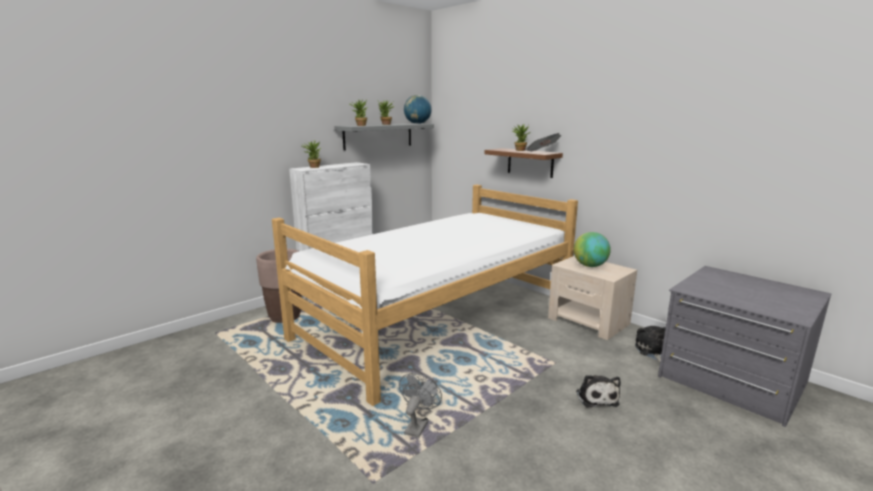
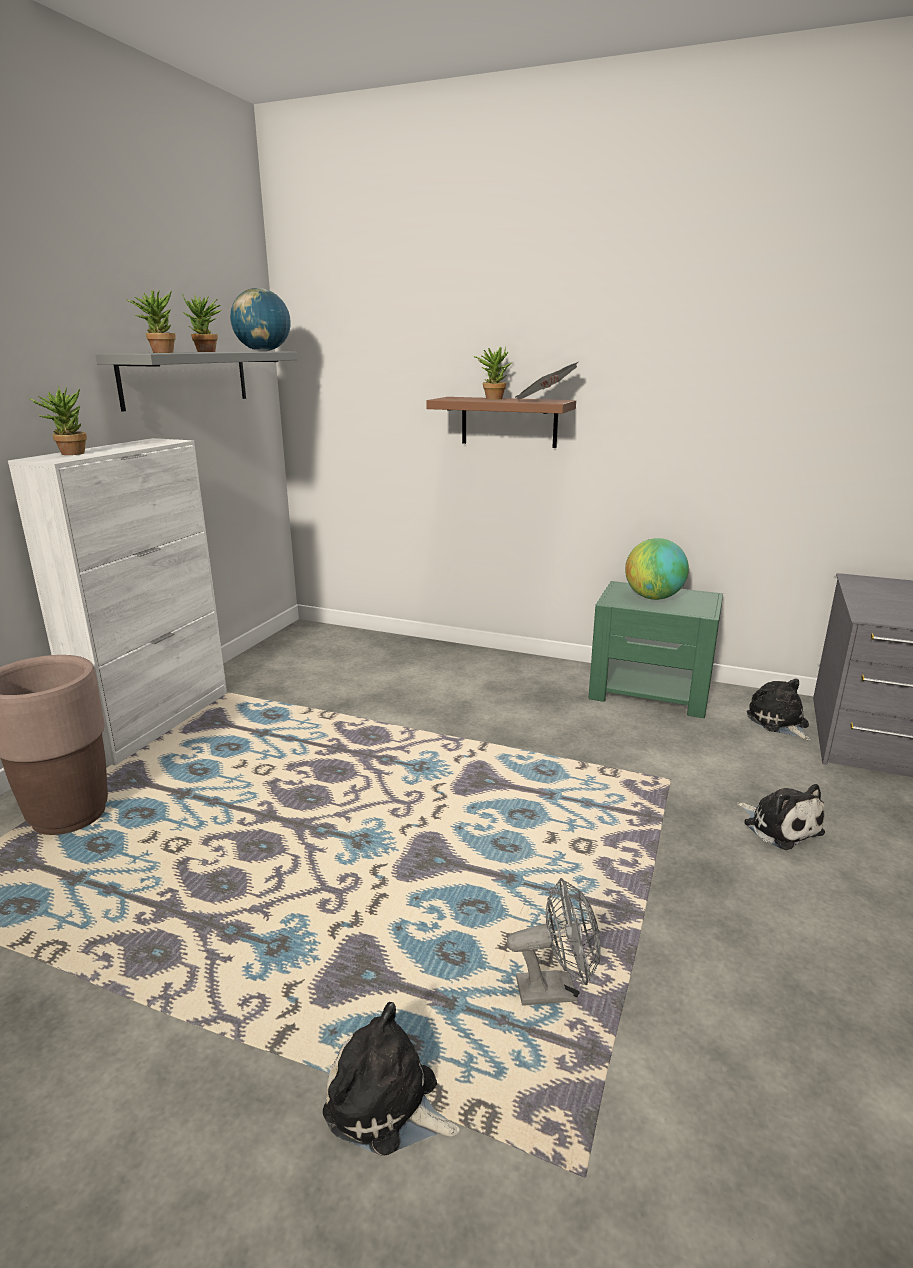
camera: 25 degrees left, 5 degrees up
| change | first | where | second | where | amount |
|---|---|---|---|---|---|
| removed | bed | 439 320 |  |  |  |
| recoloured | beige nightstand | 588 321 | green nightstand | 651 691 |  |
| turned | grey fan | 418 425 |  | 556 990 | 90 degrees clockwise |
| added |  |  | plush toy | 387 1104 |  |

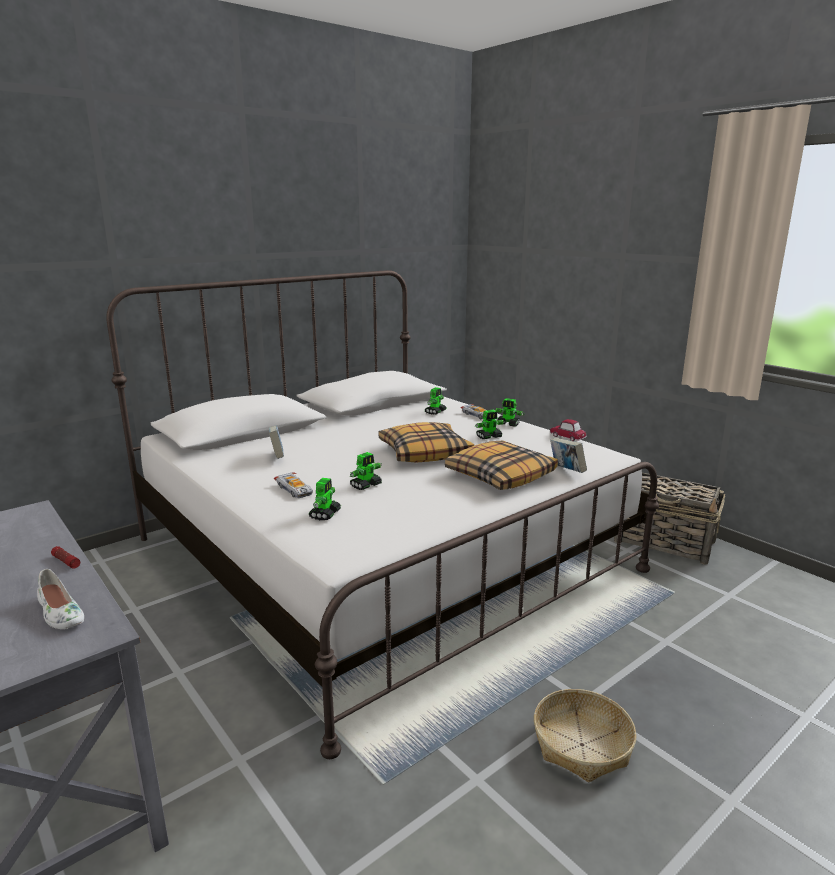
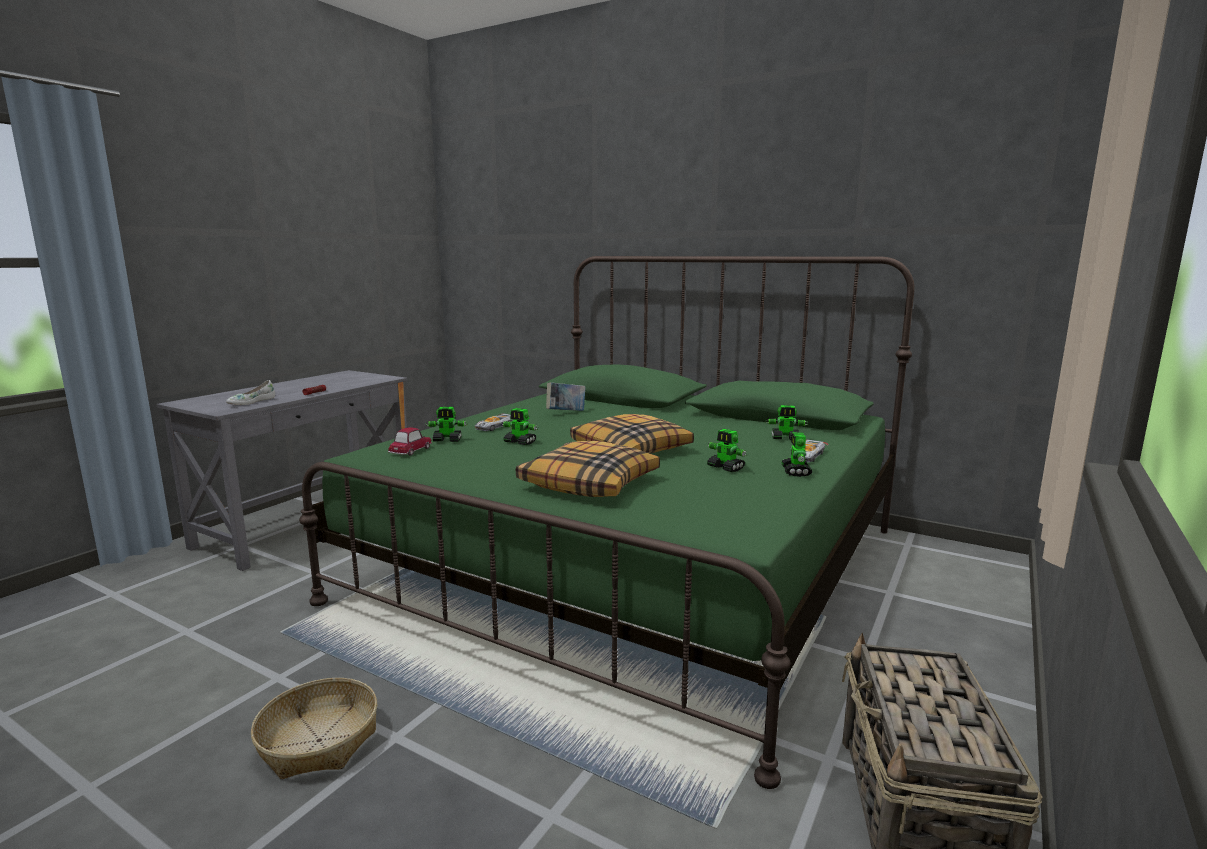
camera: 70 degrees right, 5 degrees down
| change | first | where | second | where | amount |
|---|---|---|---|---|---|
| recoloured | white bed | 381 554 | green bed | 633 563 |  |
| moved | toy car | 567 437 |  | 411 450 |  |
| removed | book | 566 471 |  |  |  |

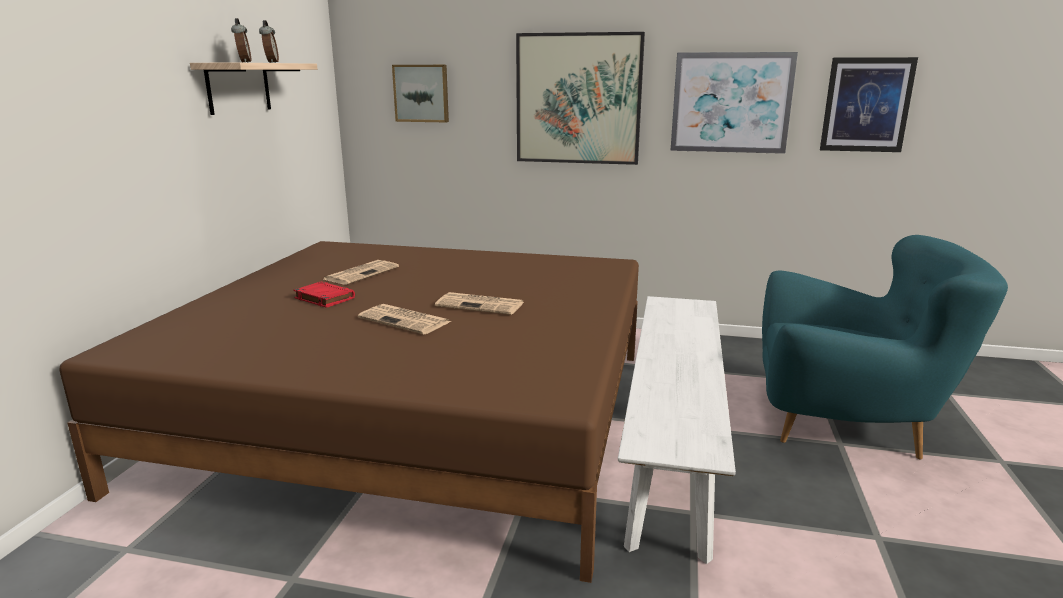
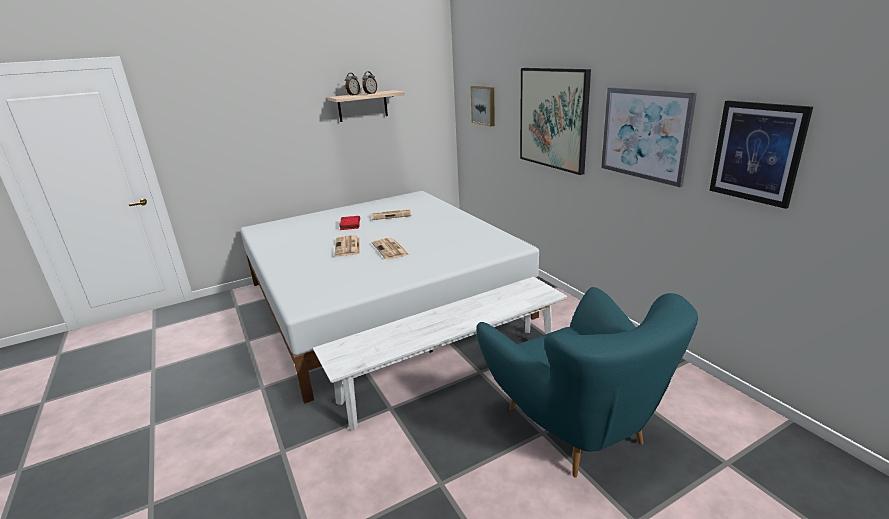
camera: 50 degrees right, 5 degrees up
| change | first | where | second | where | amount |
|---|---|---|---|---|---|
| recoloured | brown bed | 417 413 | white bed | 383 299 |  |

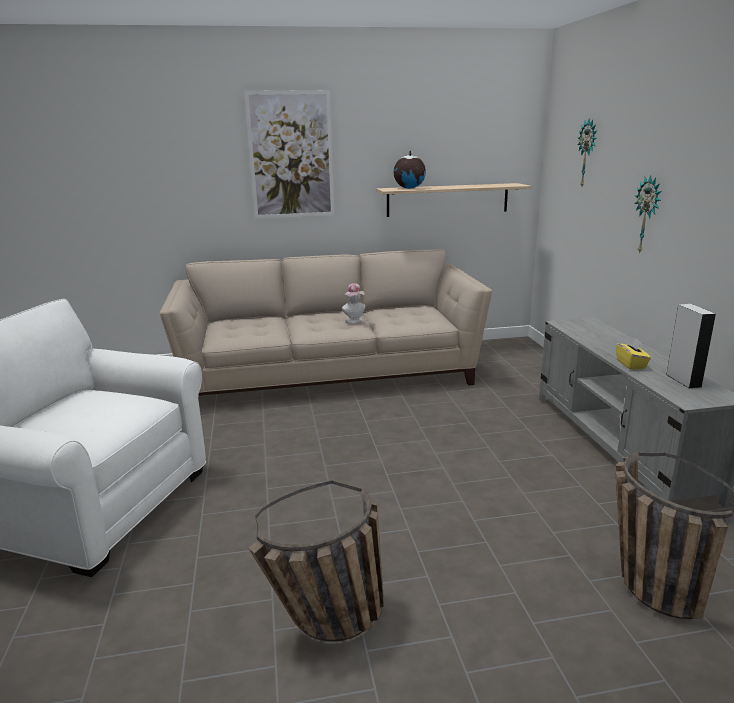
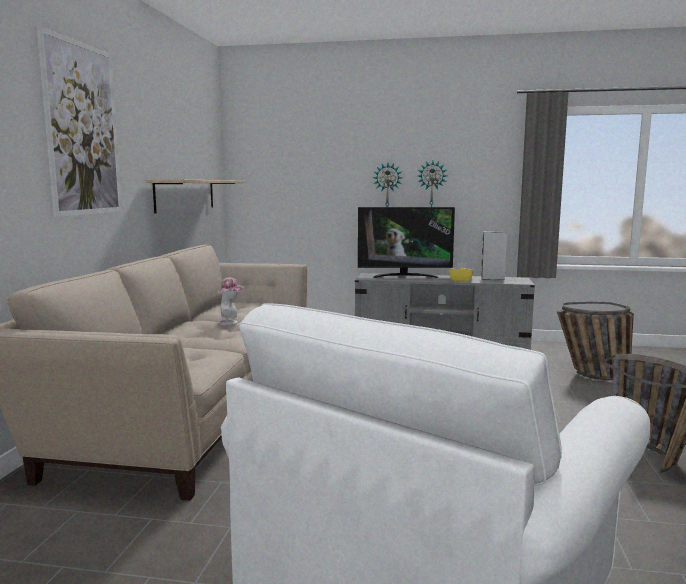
camera: 70 degrees left, 10 degrees down
| change | first | where | second | where | amount |
|---|---|---|---|---|---|
| moved | wall clock | 588 153 |  | 432 188 |  |
| removed | globe | 409 188 |  |  |  |
| added |  |  | television | 404 276 |  |

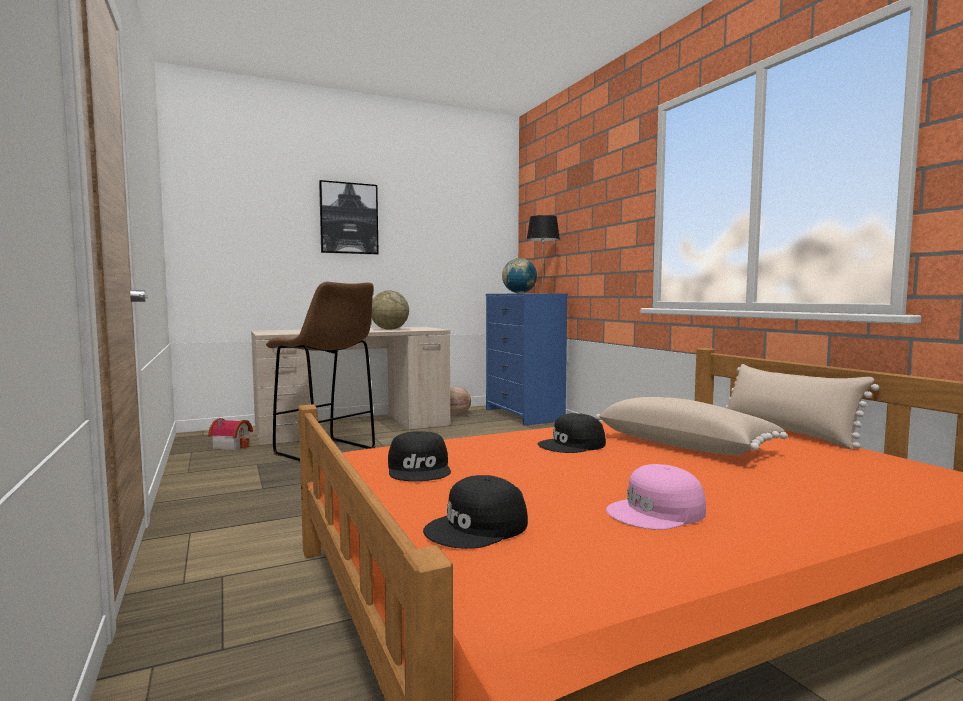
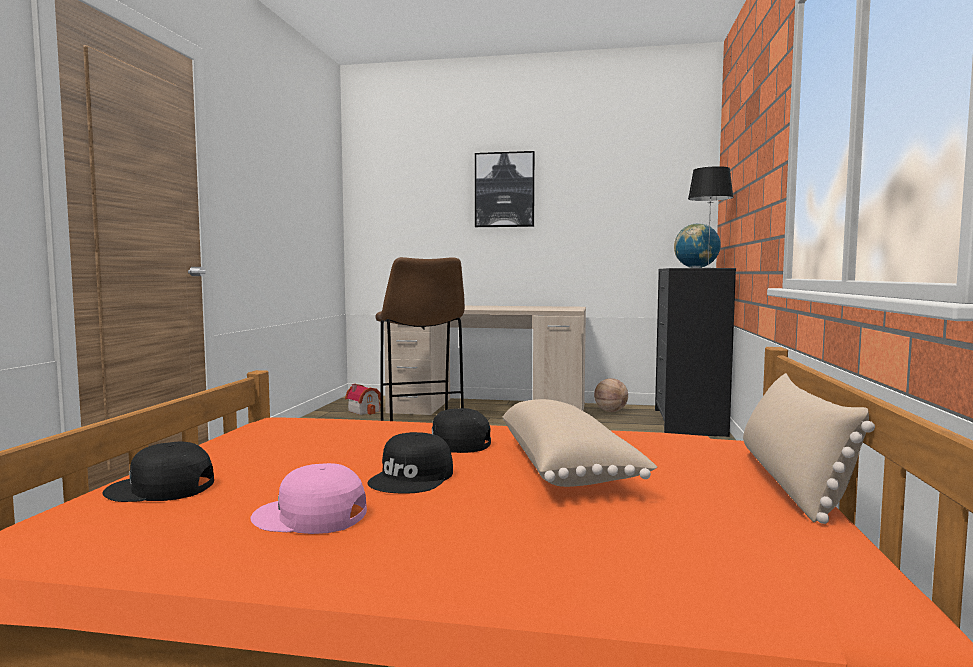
camera: 35 degrees right, 0 degrees up
| change | first | where | second | where | amount |
|---|---|---|---|---|---|
| removed | globe | 389 329 |  |  |  |
| recoloured | blue dresser | 523 415 | black dresser | 688 422 |  |
| moved | black cap | 420 469 |  | 413 478 |  |

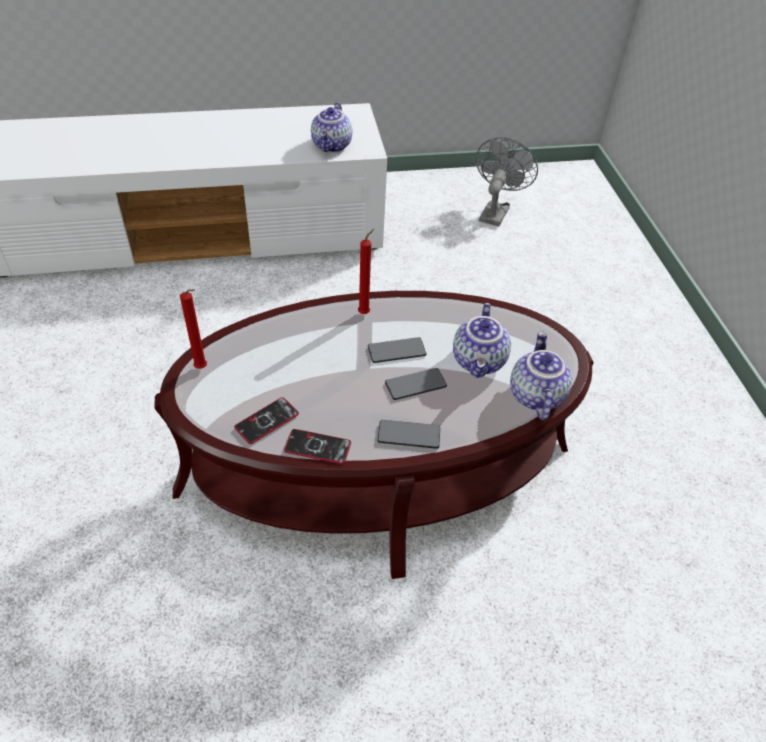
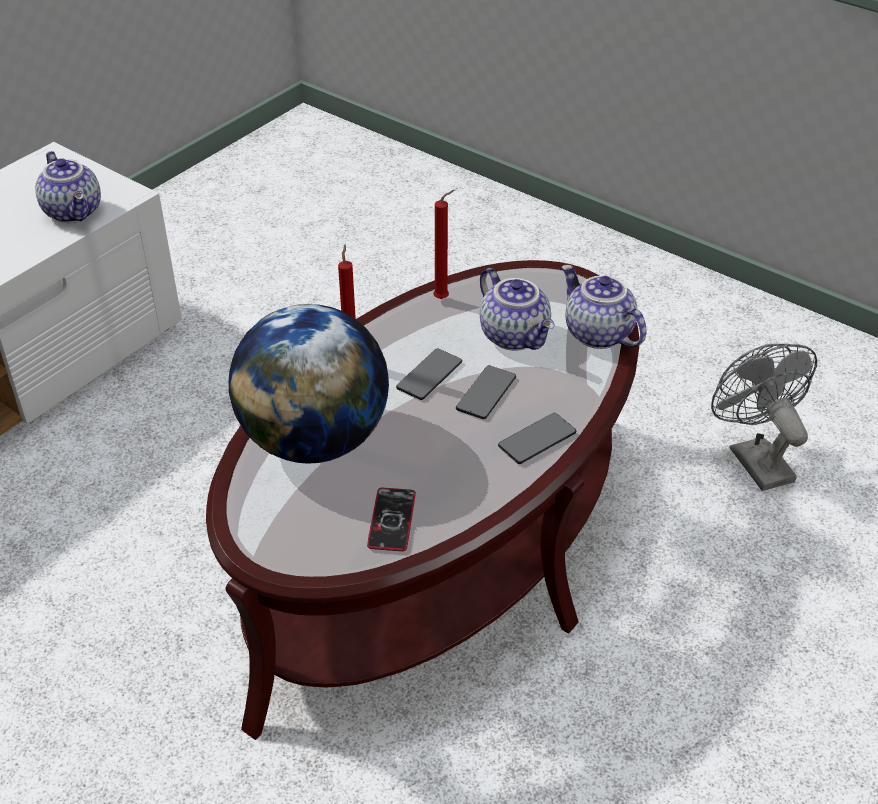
camera: 40 degrees left, 5 degrees down
| change | first | where | second | where | amount |
|---|---|---|---|---|---|
| moved | grey fan | 495 211 |  | 754 458 |  |
| moved | red candle | 203 368 |  | 443 298 |  |
| removed | phone | 317 447 |  |  |  |
| added |  |  | globe | 315 440 |  |

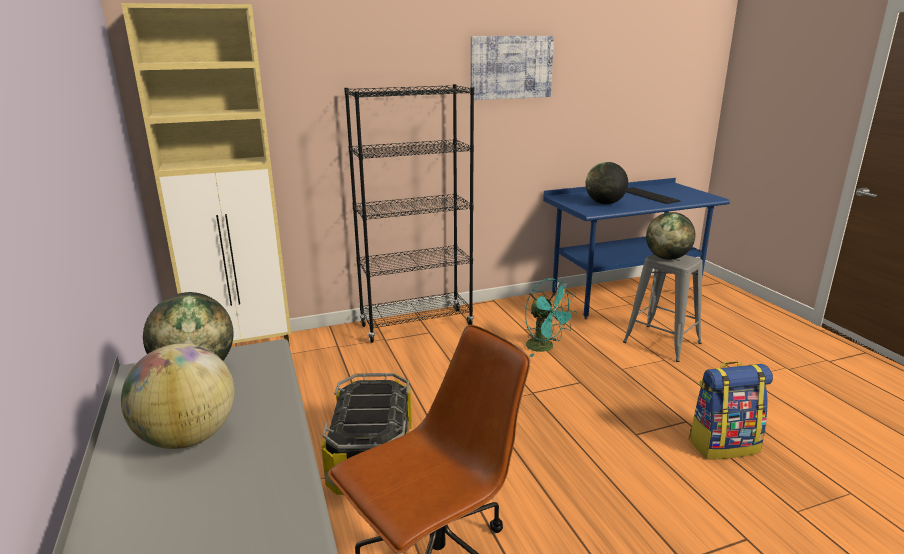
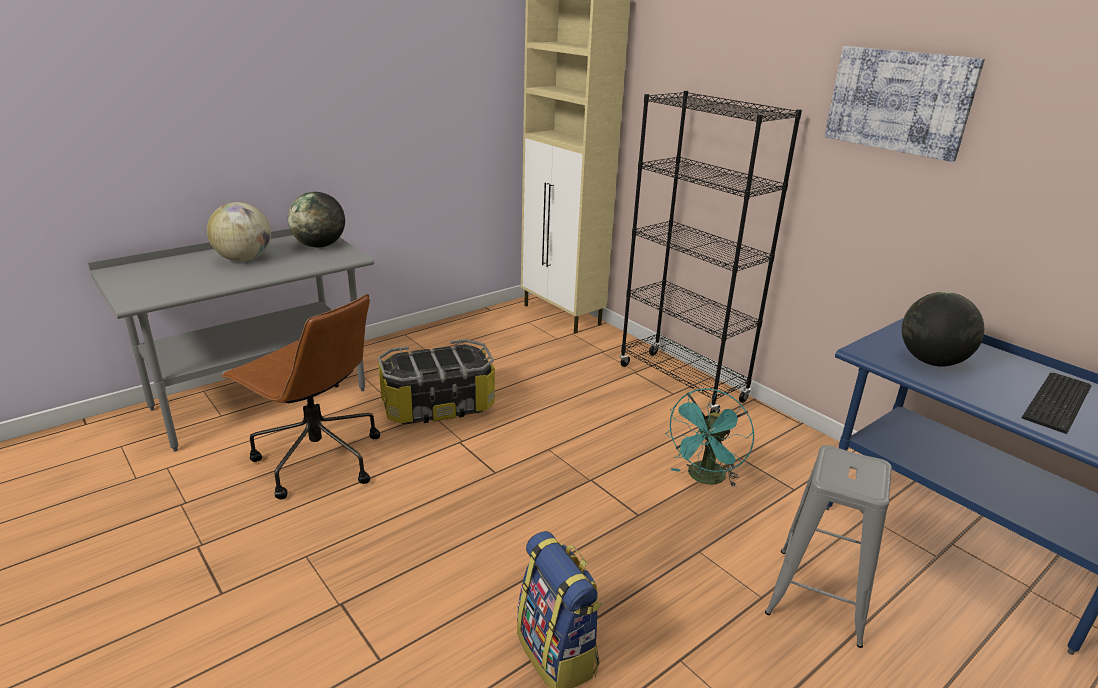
camera: 70 degrees right, 5 degrees up
| change | first | where | second | where | amount |
|---|---|---|---|---|---|
| removed | globe | 667 258 |  |  |  |

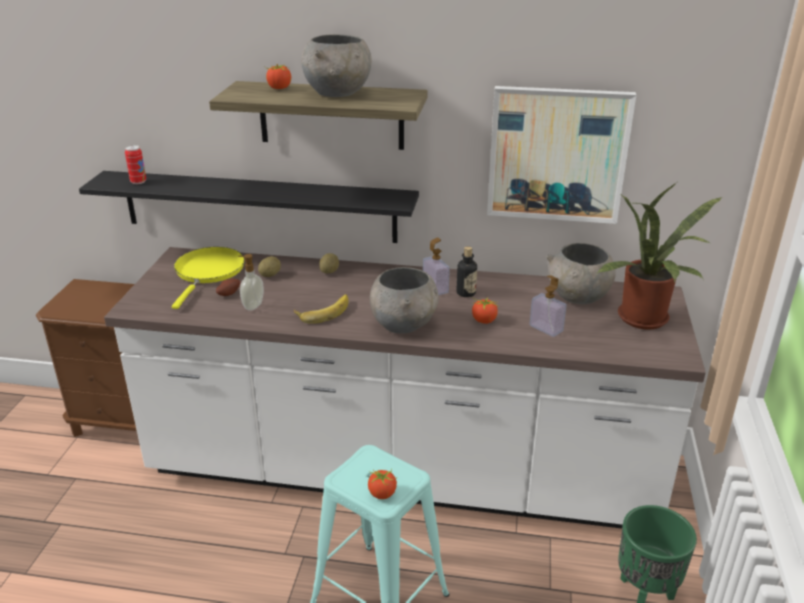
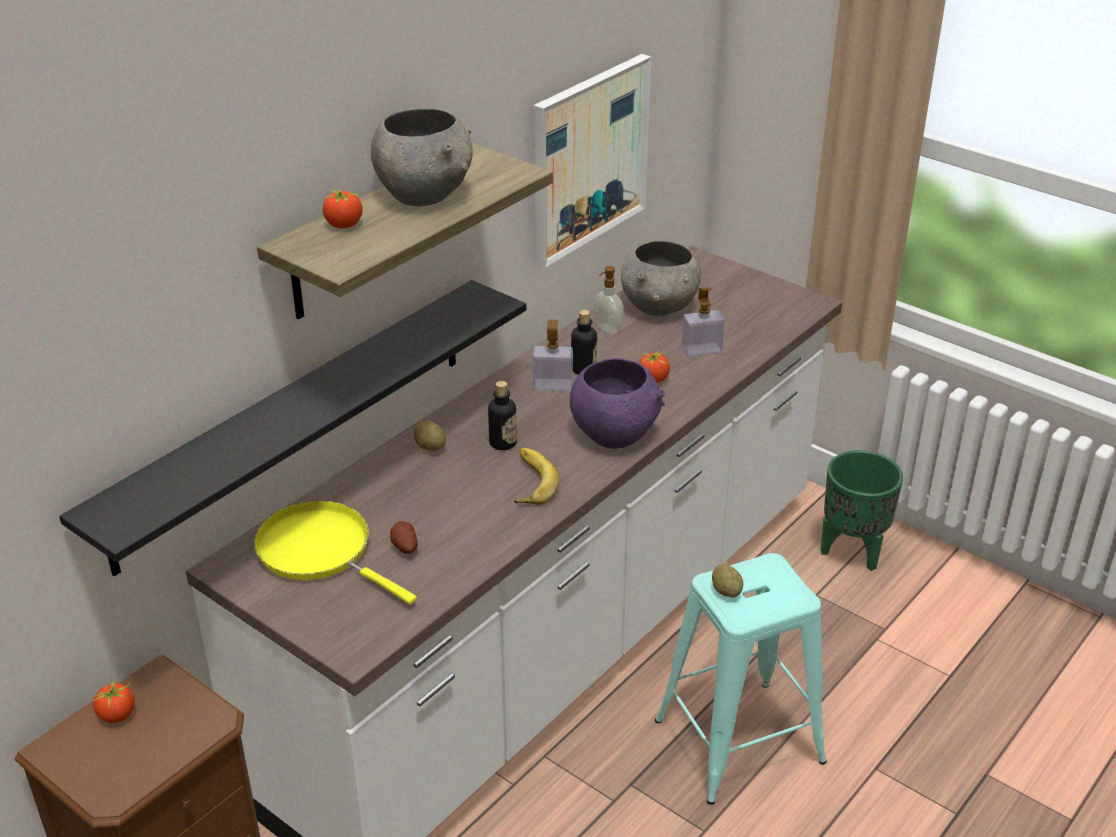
camera: 60 degrees left, 5 degrees up
| change | first | where | second | where | amount |
|---|---|---|---|---|---|
| removed | can | 138 182 |  |  |  |
| removed | potted plant | 646 321 |  |  |  |
| moved | soap dispenser | 252 306 |  | 607 329 |  |
| moved | potato | 270 275 |  | 726 591 |  |
| recoloured | grey bowl | 404 325 | purple bowl | 614 434 |  |
| moved | tomato | 382 494 |  | 117 715 |  |
| added |  |  | bottle | 503 443 |  |

